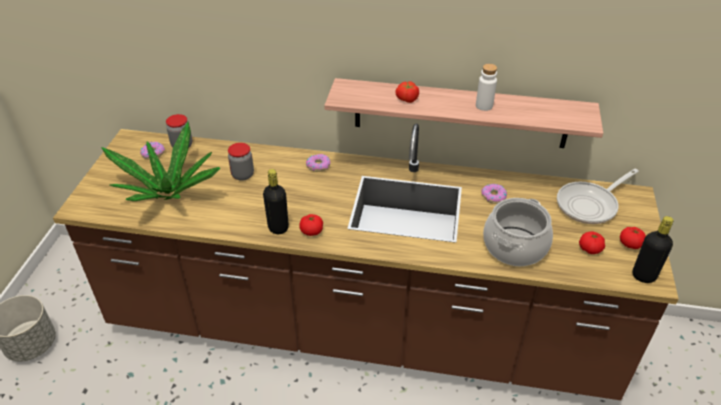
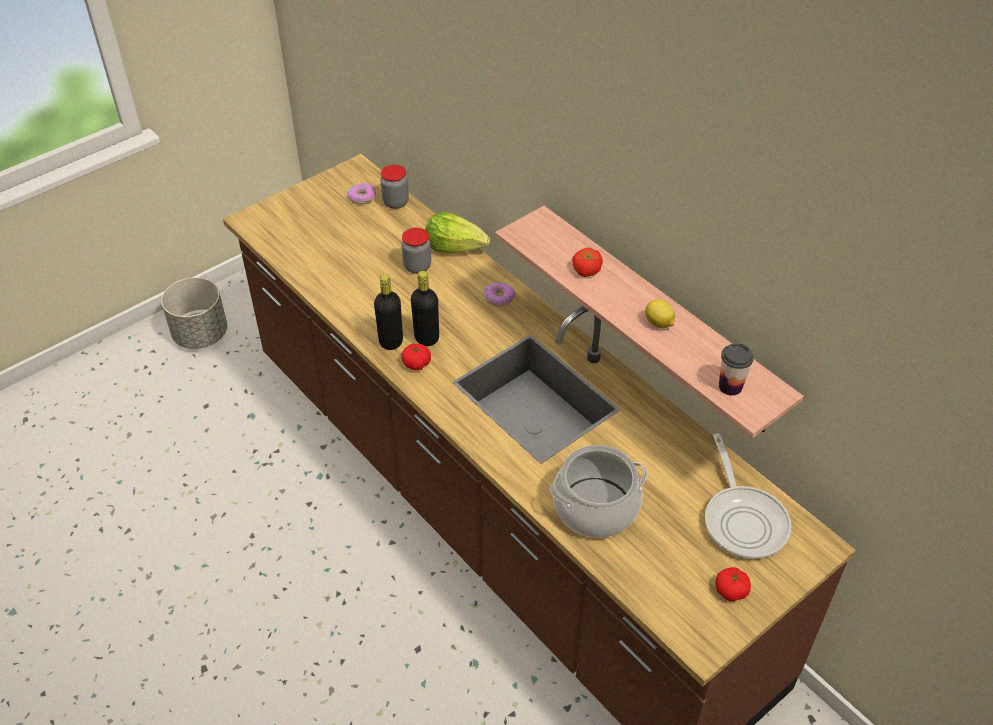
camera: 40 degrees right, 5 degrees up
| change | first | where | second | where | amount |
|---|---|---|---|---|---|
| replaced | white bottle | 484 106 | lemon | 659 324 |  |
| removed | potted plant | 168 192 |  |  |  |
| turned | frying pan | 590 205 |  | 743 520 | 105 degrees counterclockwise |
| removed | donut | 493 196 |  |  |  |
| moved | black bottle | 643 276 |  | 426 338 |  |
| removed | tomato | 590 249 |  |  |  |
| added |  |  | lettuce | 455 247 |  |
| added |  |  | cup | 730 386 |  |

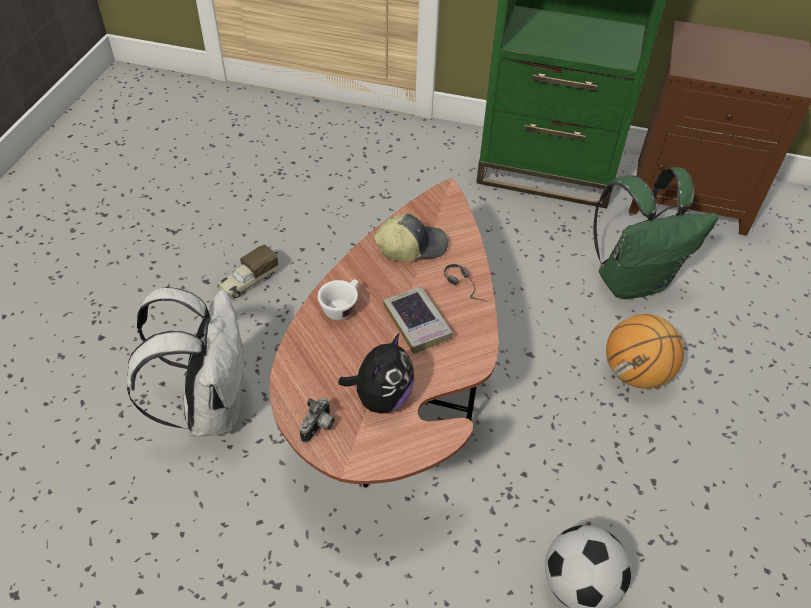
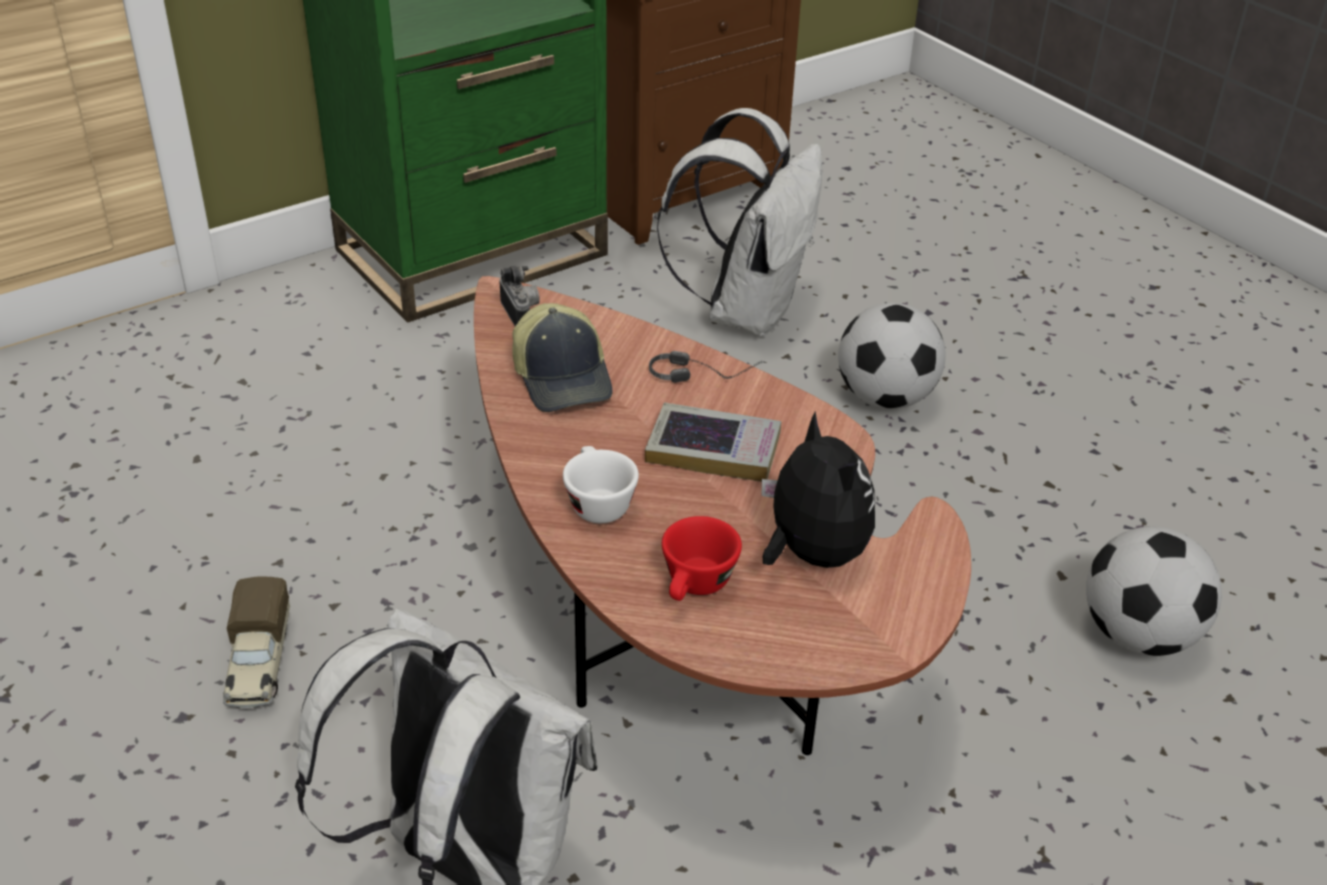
camera: 50 degrees left, 10 degrees down
| change | first | where | second | where | amount |
|---|---|---|---|---|---|
| recoloured | green backpack | 633 280 | white backpack | 746 310 |  |
| turned | cap | 411 246 |  | 564 378 | 135 degrees clockwise |
| replaced | basketball | 635 373 | football | 885 398 |  |
| moved | photo camera | 319 427 |  | 522 314 |  |
| added |  |  | red cup | 696 587 |  |

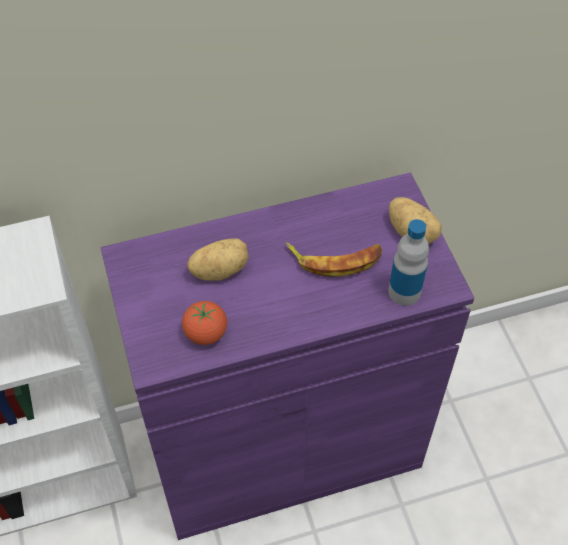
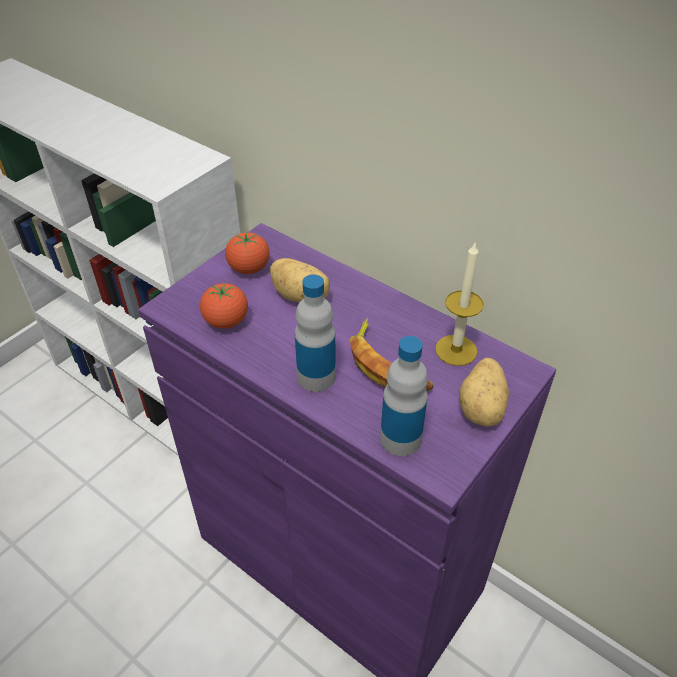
camera: 55 degrees right, 10 degrees down
| change | first | where | second | where | amount |
|---|---|---|---|---|---|
| added |  |  | tomato | 249 268 |  |
| added |  |  | candle | 456 350 |  |
| added |  |  | bottle | 316 377 |  |

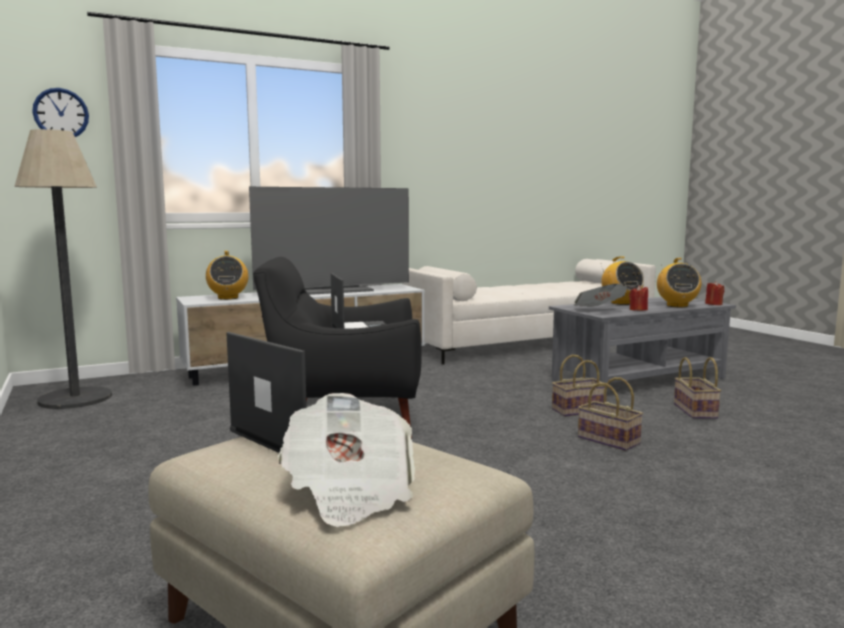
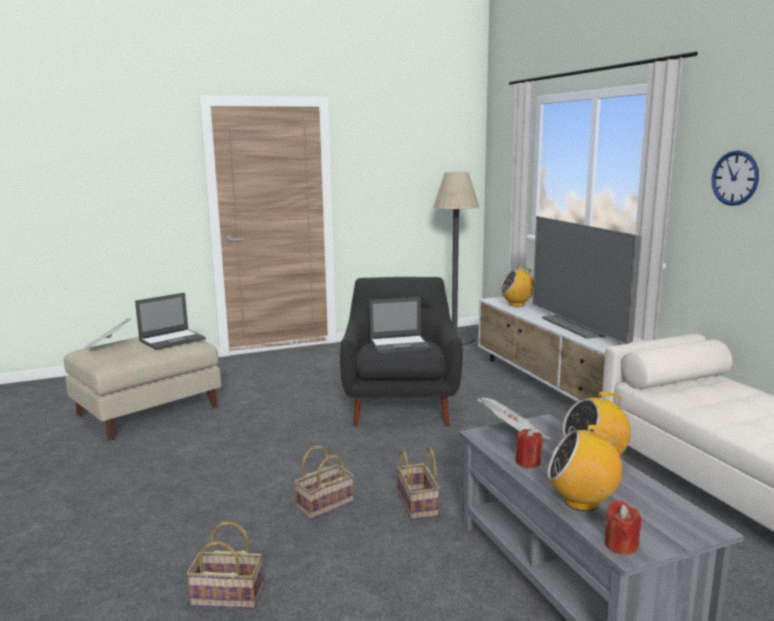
camera: 95 degrees right, 5 degrees up
| change | first | where | second | where | amount |
|---|---|---|---|---|---|
| moved | wall clock | 61 113 |  | 735 178 |  |
| moved | basket | 696 411 |  | 225 597 |  |

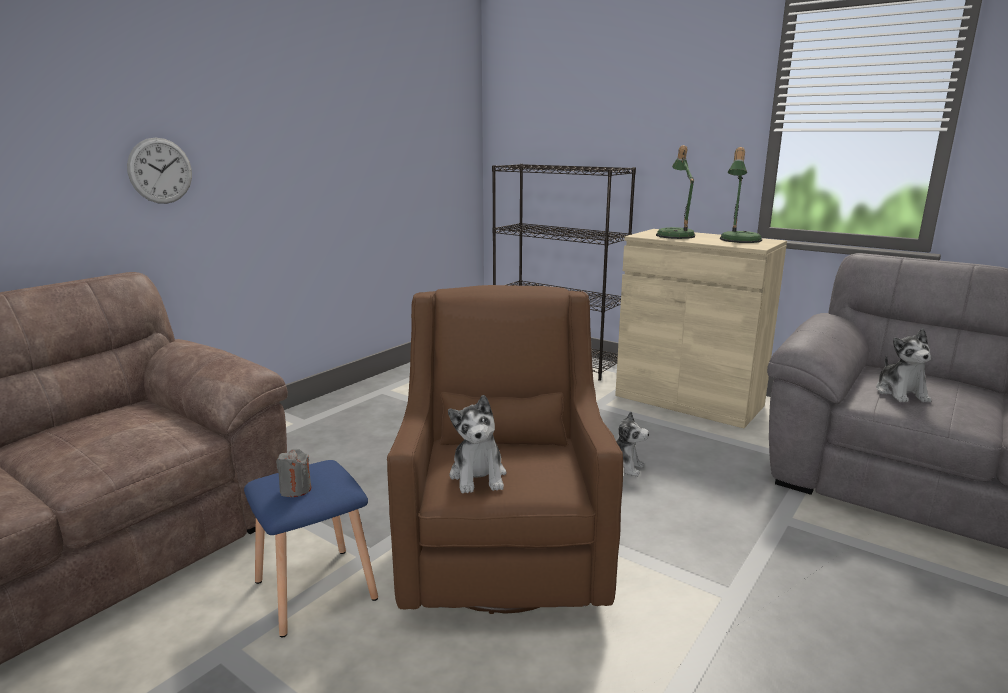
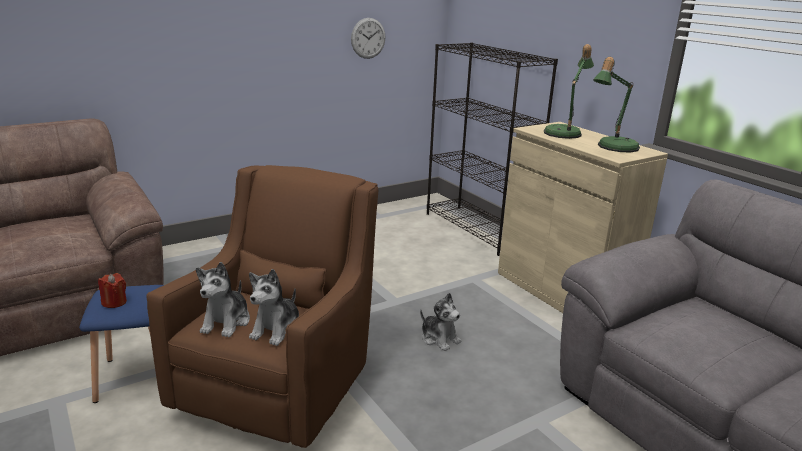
camera: 20 degrees right, 5 degrees up
| change | first | where | second | where | amount |
|---|---|---|---|---|---|
| moved | wall clock | 160 171 |  | 368 38 |  |
| moved | plush toy | 901 393 |  | 277 329 |  |
| recoloured | grey candle | 295 489 | red candle | 114 302 |  |

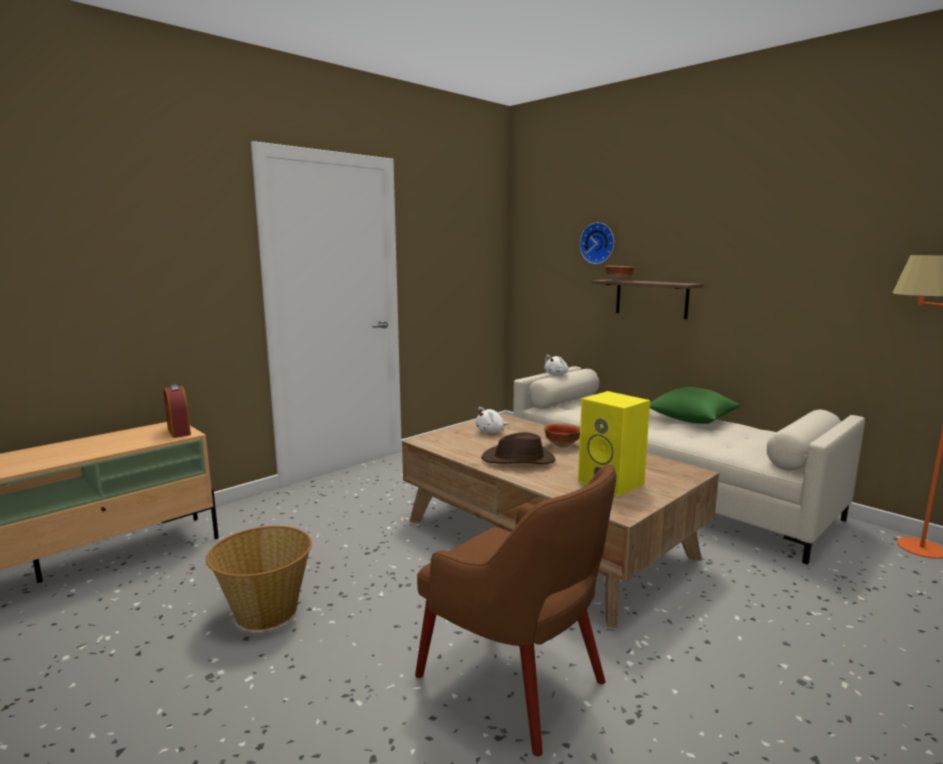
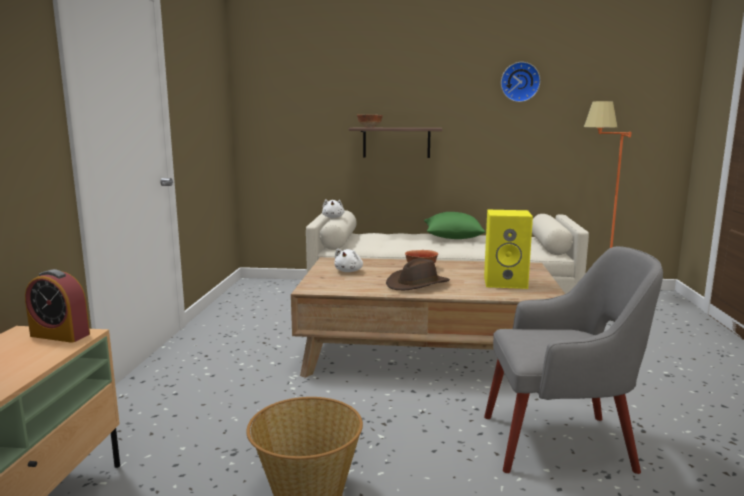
camera: 40 degrees left, 0 degrees up
| change | first | where | second | where | amount |
|---|---|---|---|---|---|
| moved | wall clock | 598 243 |  | 519 82 |  |
| recoloured | brown armchair | 514 681 | grey armchair | 562 443 |  |

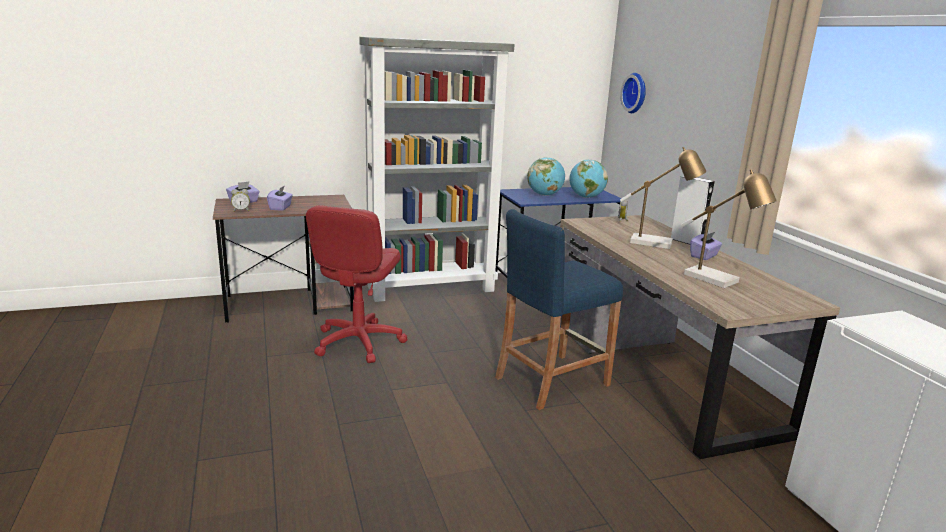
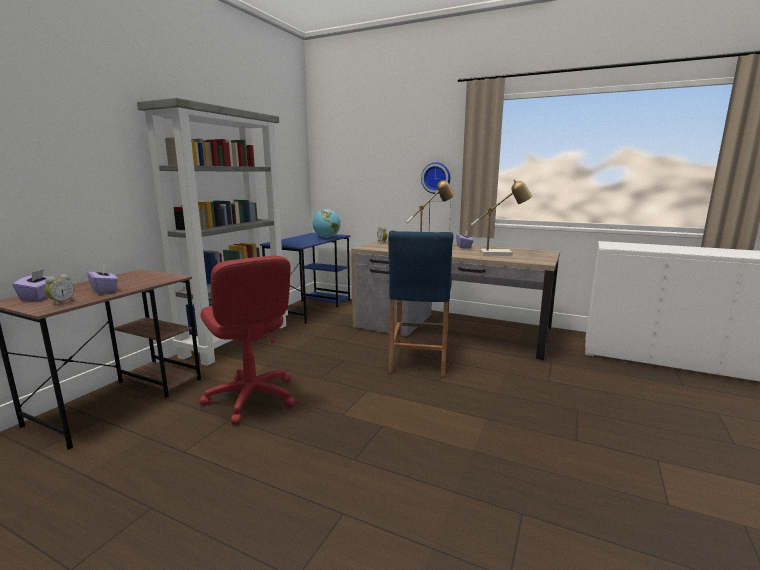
camera: 45 degrees left, 5 degrees down
| change | first | where | second | where | amount |
|---|---|---|---|---|---|
| moved | wall clock | 636 93 |  | 436 178 |  |
| removed | globe | 544 195 |  |  |  |

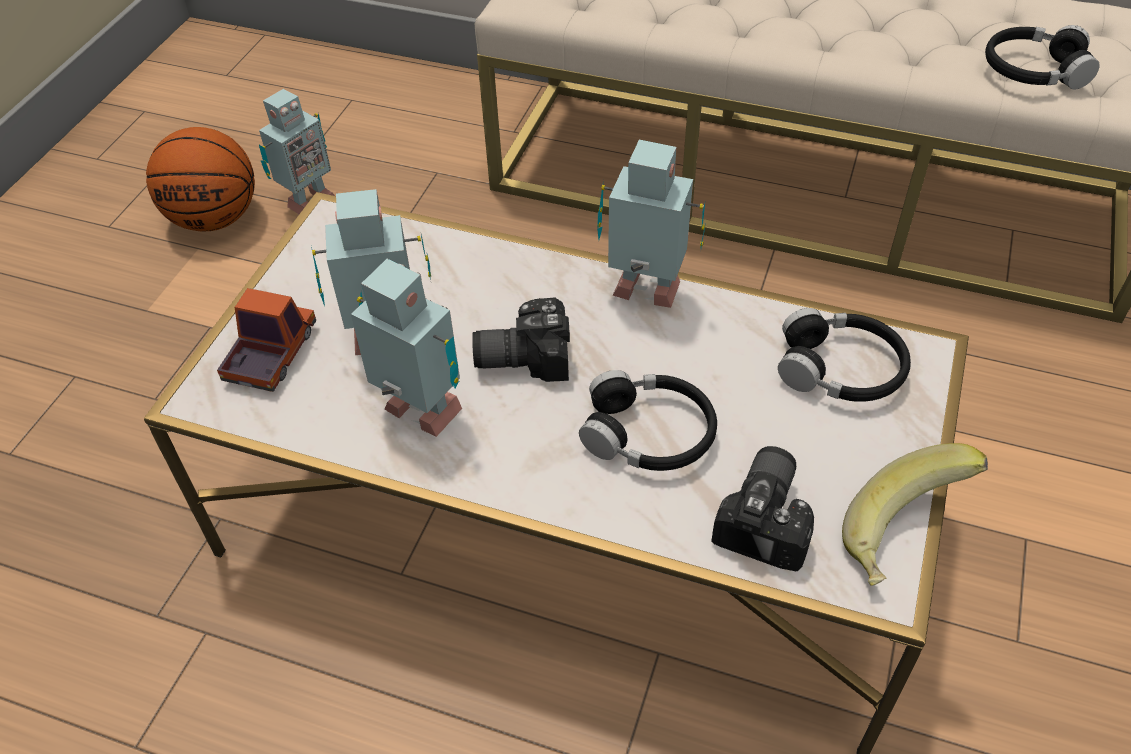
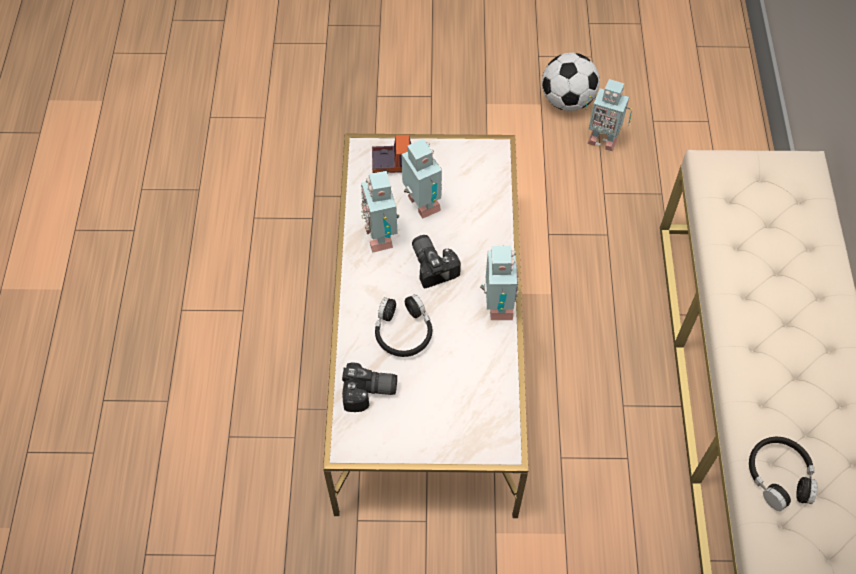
camera: 70 degrees right, 10 degrees up
| change | first | where | second | where | amount |
|---|---|---|---|---|---|
| replaced | basketball | 215 218 | football | 567 101 |  |
| turned | toy robot | 421 416 |  | 381 236 | 150 degrees clockwise |
| removed | black headphones | 840 369 |  |  |  |
| removed | banana | 905 538 |  |  |  |

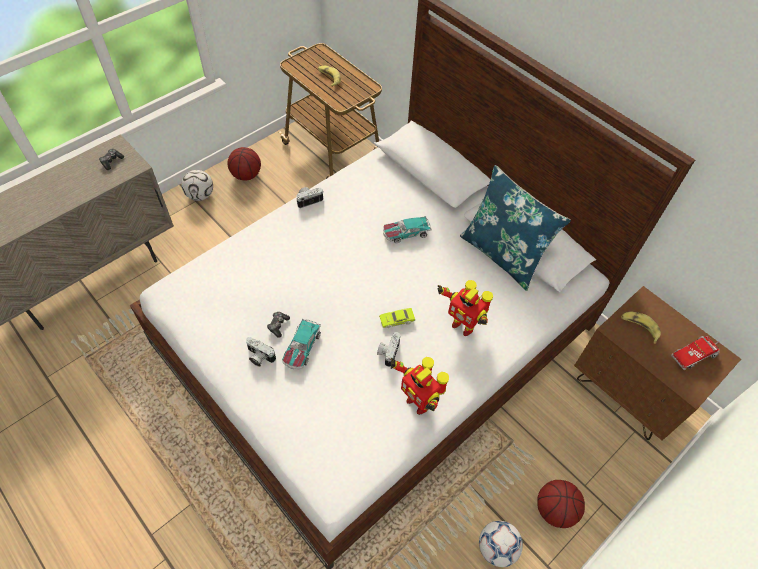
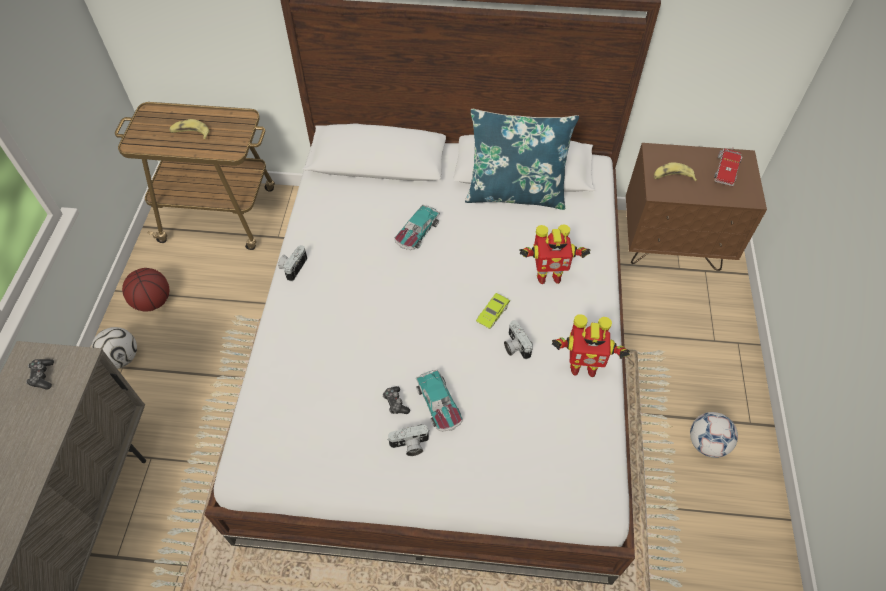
camera: 40 degrees left, 0 degrees up
| change | first | where | second | where | amount |
|---|---|---|---|---|---|
| removed | basketball | 555 510 |  |  |  |

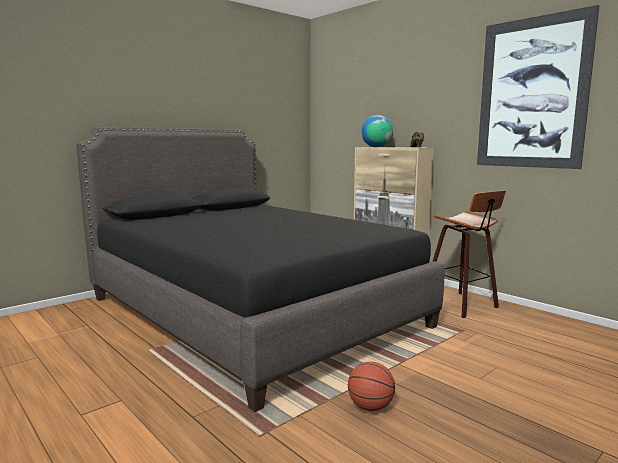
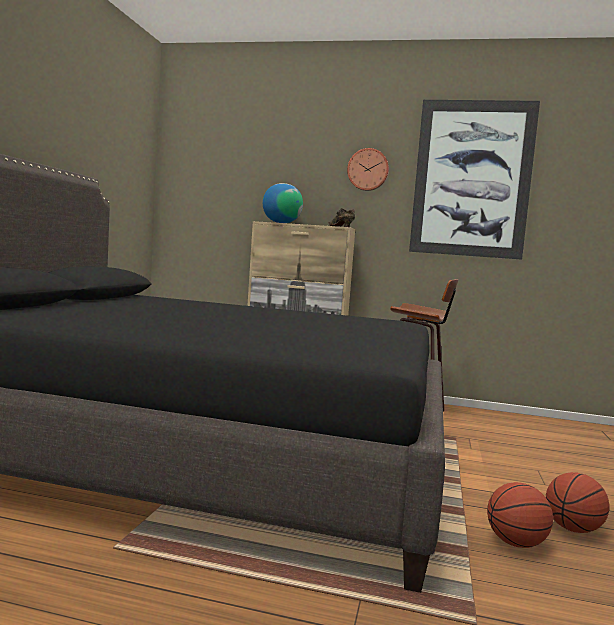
camera: 35 degrees left, 5 degrees down
| change | first | where | second | where | amount |
|---|---|---|---|---|---|
| added |  |  | wall clock | 368 170 |  |
| added |  |  | basketball | 573 529 |  |

